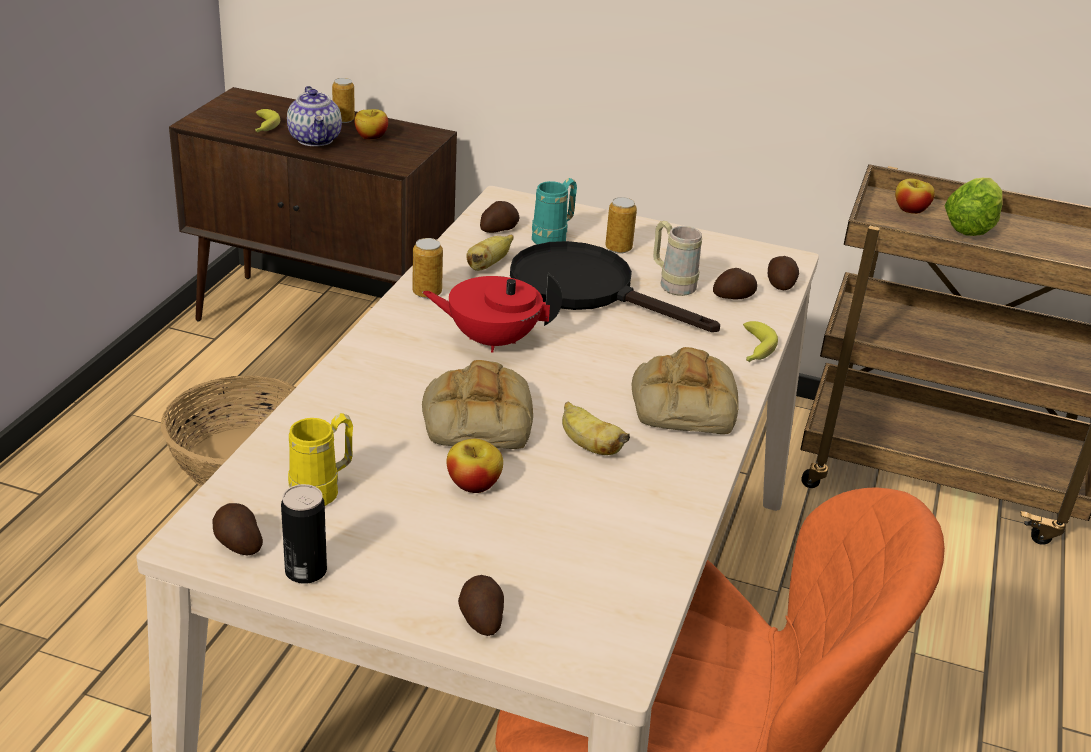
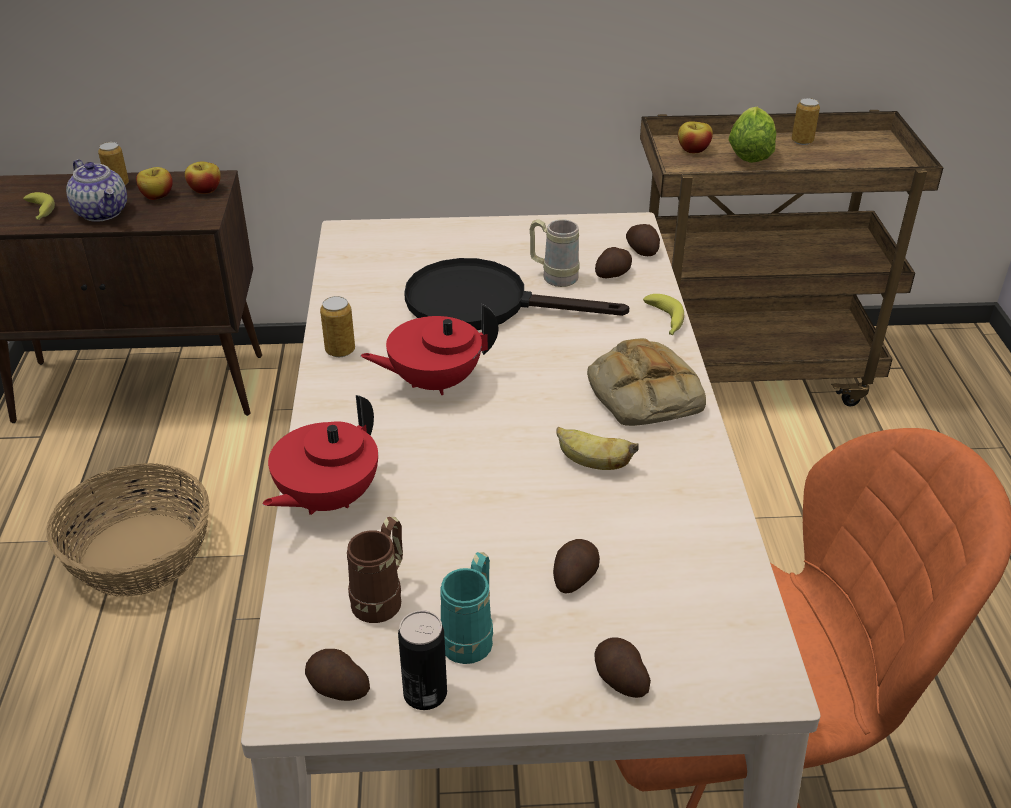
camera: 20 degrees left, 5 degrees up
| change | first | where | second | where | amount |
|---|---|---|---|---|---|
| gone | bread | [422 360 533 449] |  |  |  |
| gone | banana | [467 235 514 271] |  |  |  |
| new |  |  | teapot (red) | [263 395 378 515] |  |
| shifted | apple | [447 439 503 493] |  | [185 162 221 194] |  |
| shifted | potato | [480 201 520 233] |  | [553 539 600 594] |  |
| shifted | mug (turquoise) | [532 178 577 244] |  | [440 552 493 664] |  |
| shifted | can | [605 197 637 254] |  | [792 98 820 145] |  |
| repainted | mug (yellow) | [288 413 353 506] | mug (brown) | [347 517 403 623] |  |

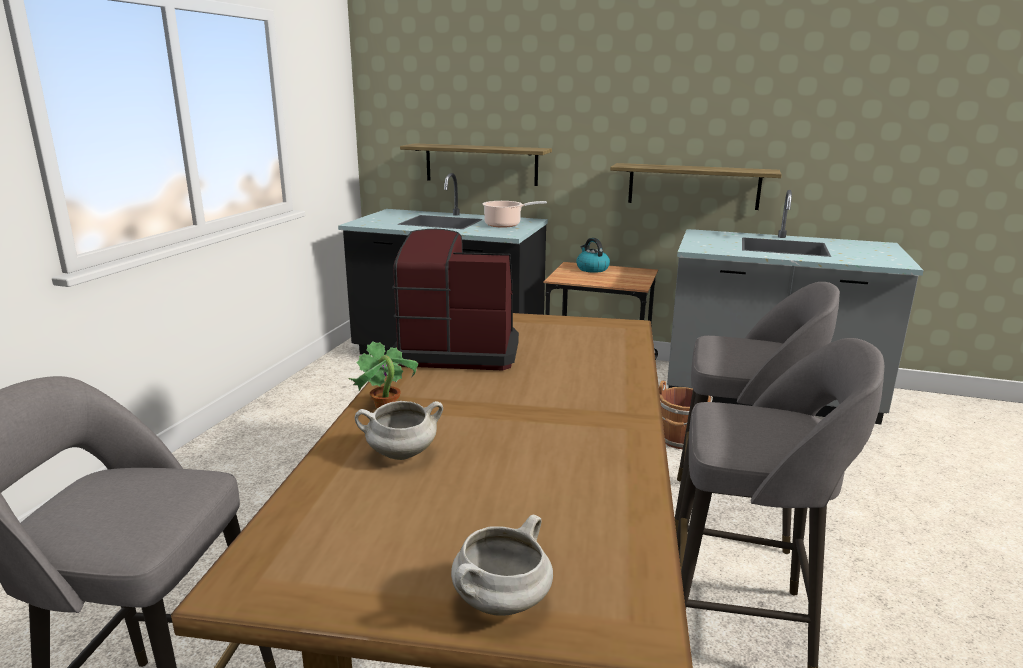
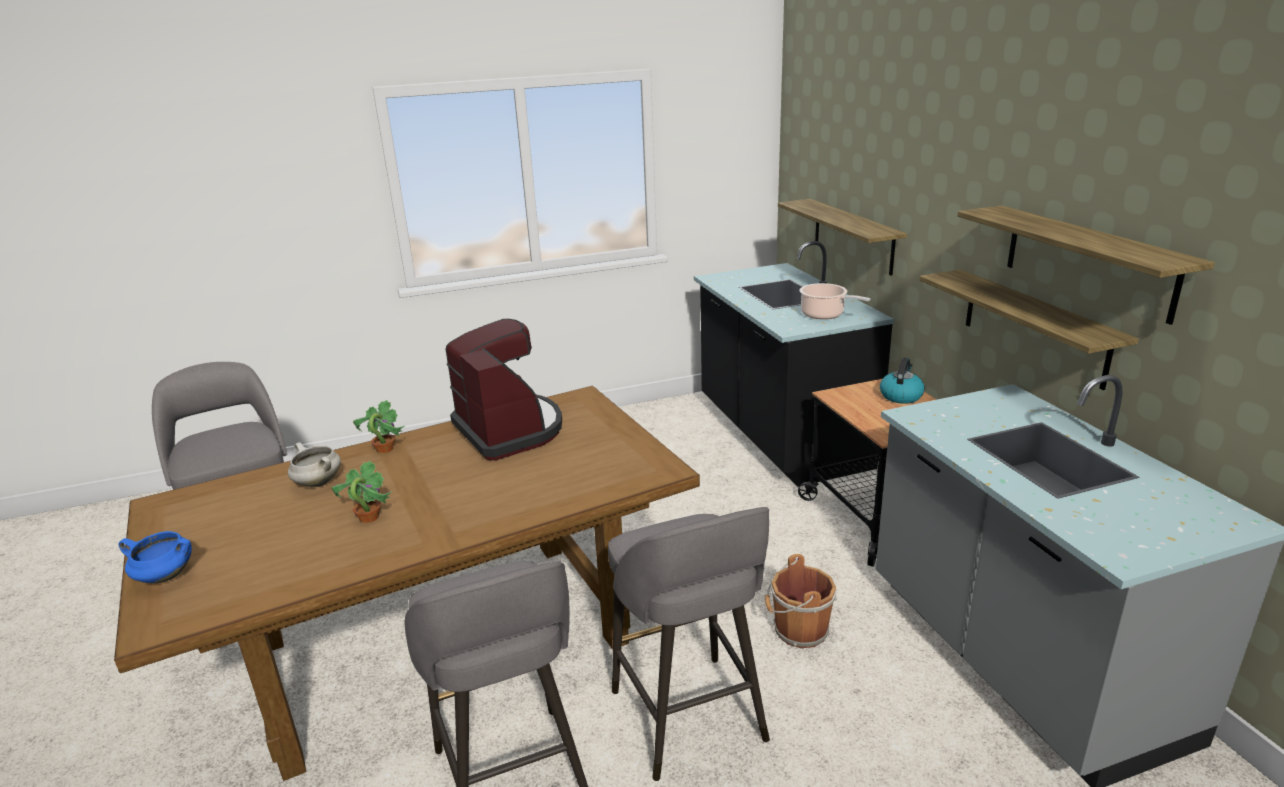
camera: 55 degrees right, 5 degrees up
| change | first | where | second | where | amount |
|---|---|---|---|---|---|
| new |  |  | potted plant | [331 461 393 523] |  |
| new |  |  | shelf | [957 205 1215 325] |  |
| repainted | cooking pot (white) | [451 515 553 616] | cooking pot (blue) | [118 531 192 583] |  |

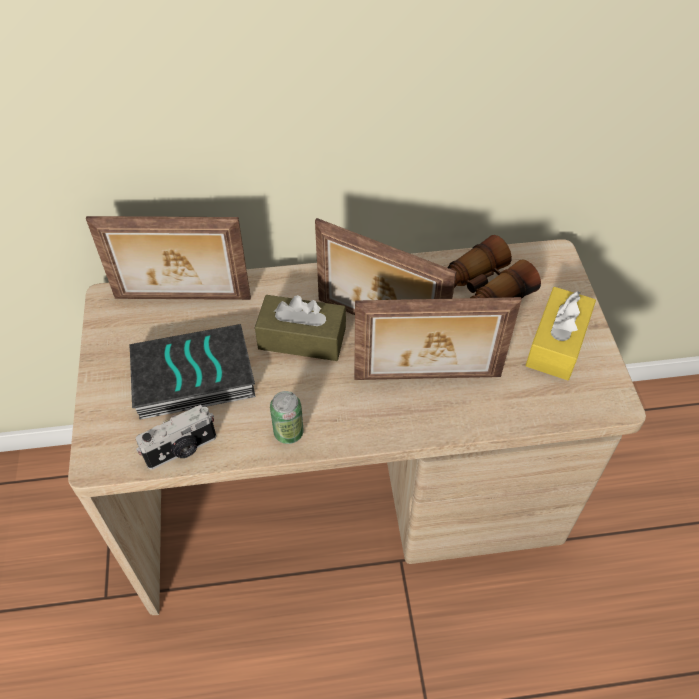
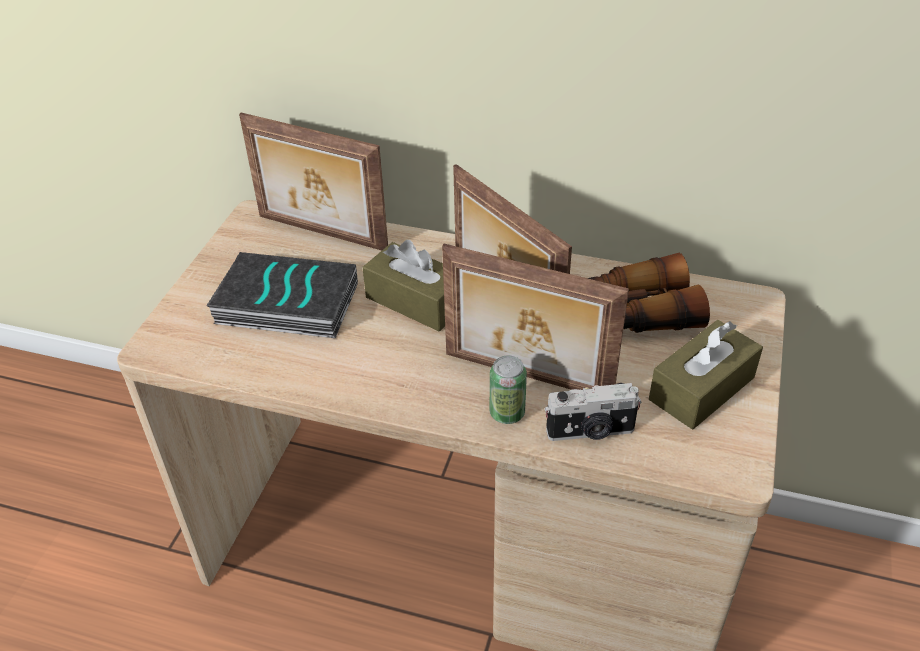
camera: 25 degrees right, 10 degrees down
| change | first | where | second | where | amount |
|---|---|---|---|---|---|
| shifted | photo camera | [136 405 216 470] |  | [545 383 642 441] |  |
| shifted | can | [270 391 304 444] |  | [490 356 527 424] |  |
| repainted | tissue box (yellow) | [525 287 596 380] | tissue box (brown) | [649 320 763 429] |  |

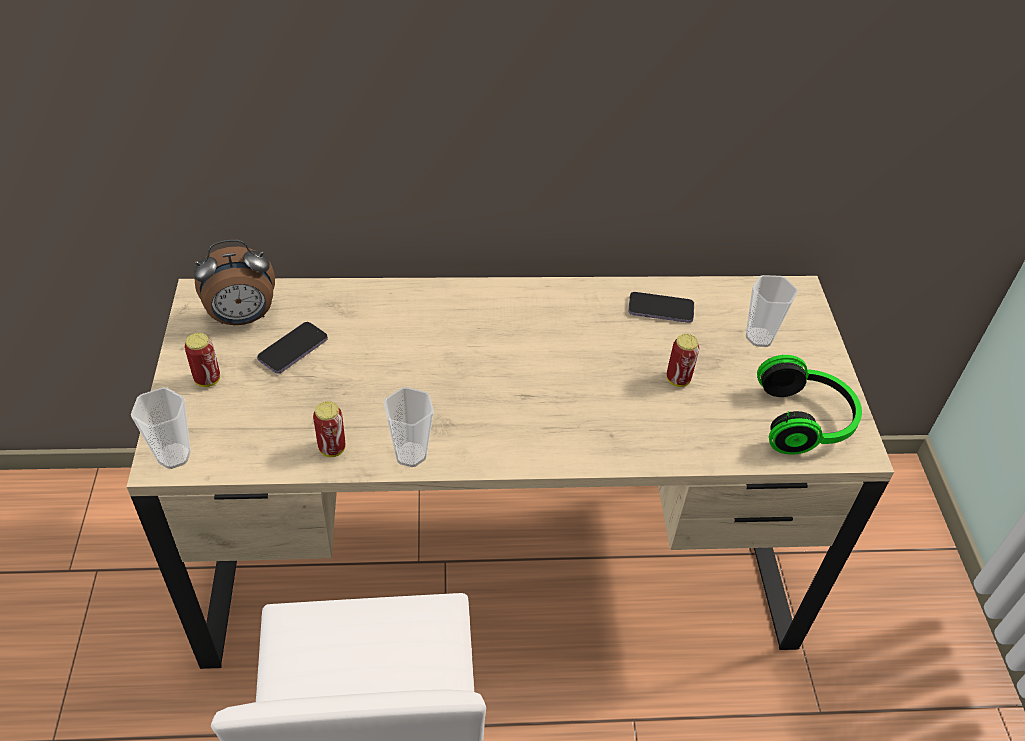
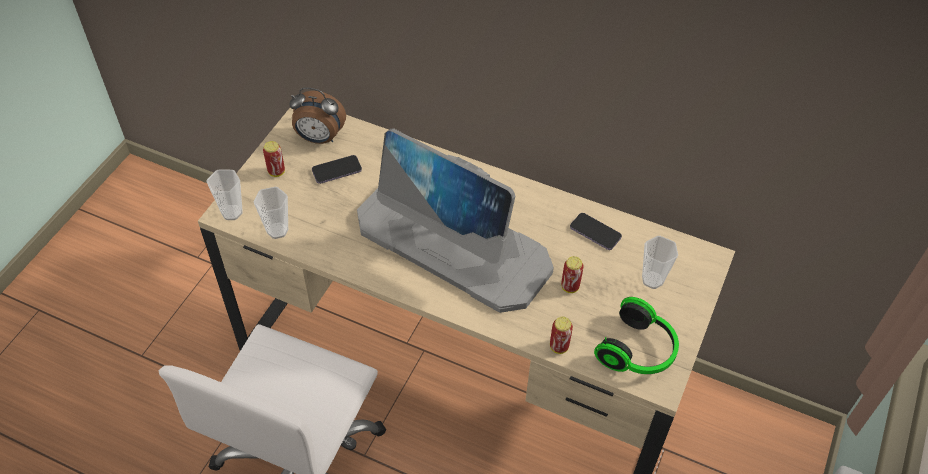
camera: 30 degrees right, 5 degrees up
| change | first | where | second | where | amount |
|---|---|---|---|---|---|
| new |  |  | monitor | [357 128 554 313] |  |
| shifted | can | [313 401 345 457] |  | [550 317 573 354] |  |
| shifted | cup | [383 387 434 467] |  | [254 187 288 239] |  |

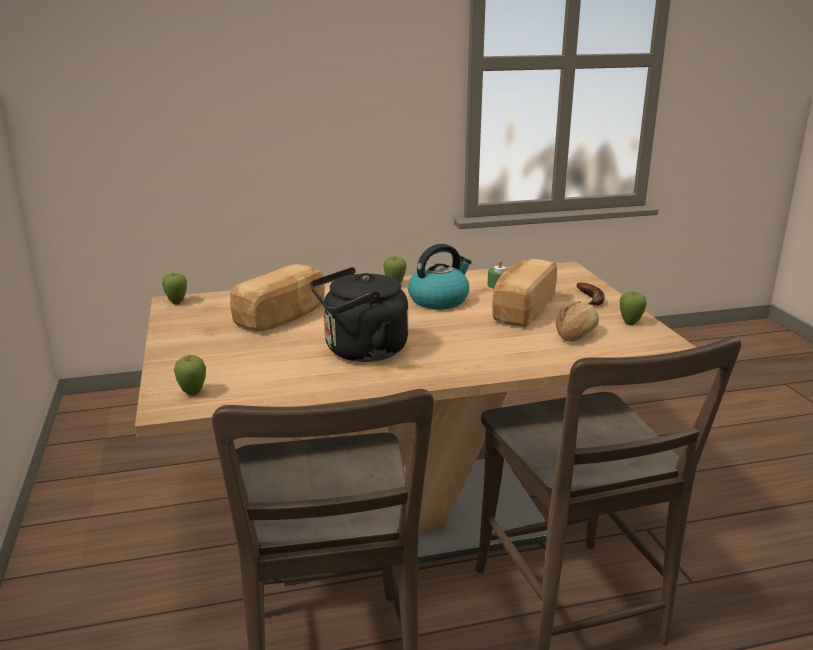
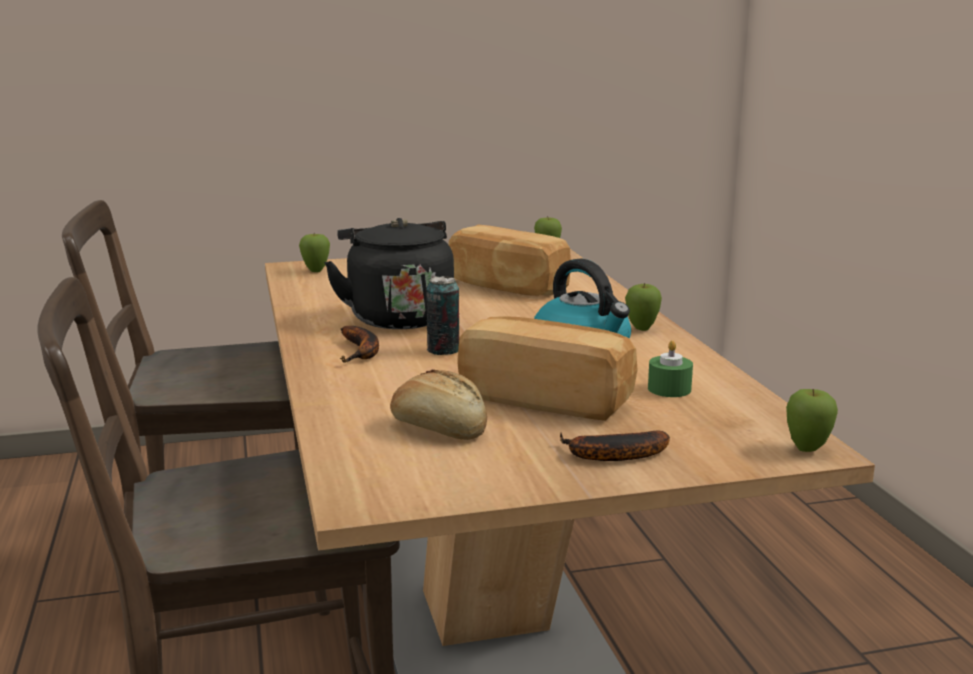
camera: 90 degrees right, 5 degrees down
| change | first | where | second | where | amount |
|---|---|---|---|---|---|
| new |  |  | banana | [340 326 379 363] |  |
| new |  |  | can | [426 276 459 355] |  |
| shifted | apple | [620 292 647 325] |  | [786 389 838 452] |  |

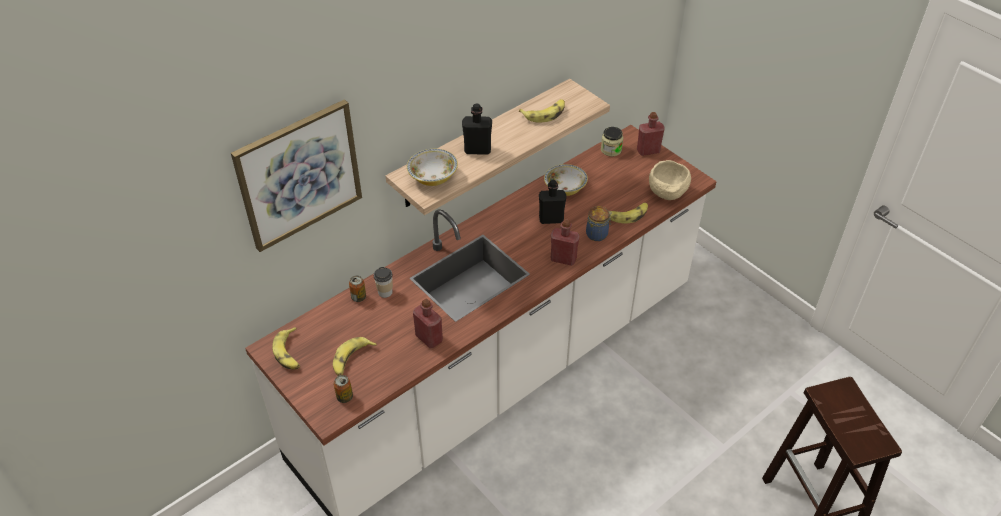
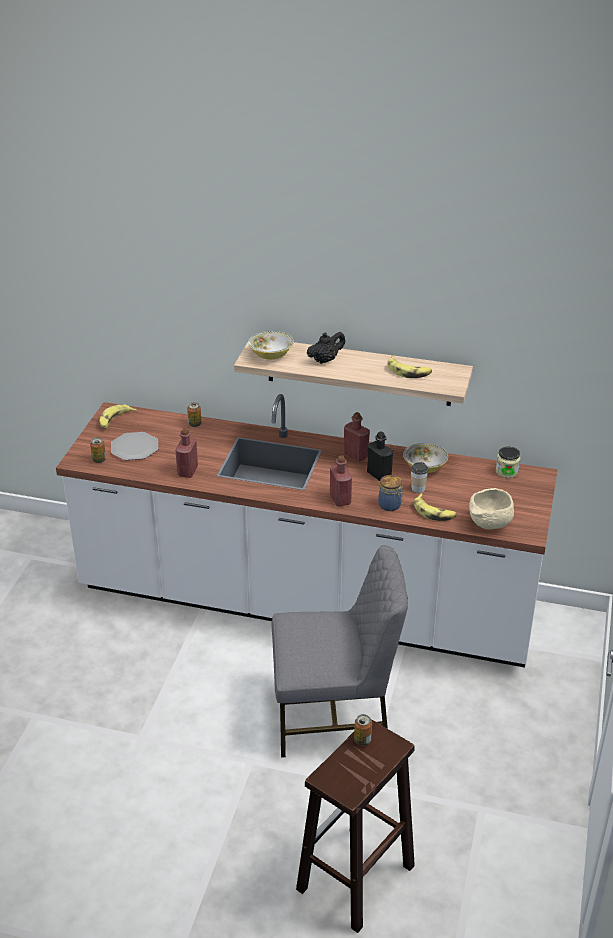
camera: 55 degrees right, 10 degrees down
| change | first | where | second | where | amount |
|---|---|---|---|---|---|
| gone | picture | [231 99 362 252] |  |  |  |
| new |  |  | chair (grey) | [272 545 408 758] |  |
| new |  |  | can | [354 714 372 746] |  |
| shifted | cup | [374 267 393 298] |  | [411 462 428 493] |  |
| shifted | bottle (red) | [637 112 665 156] |  | [344 412 370 462] |  |
| swapped | banana | [333 337 376 376] | plate | [111 432 158 460] |  |
| swapped | bottle (black) | [462 104 492 155] | teapot (black) | [307 332 345 364] |  |

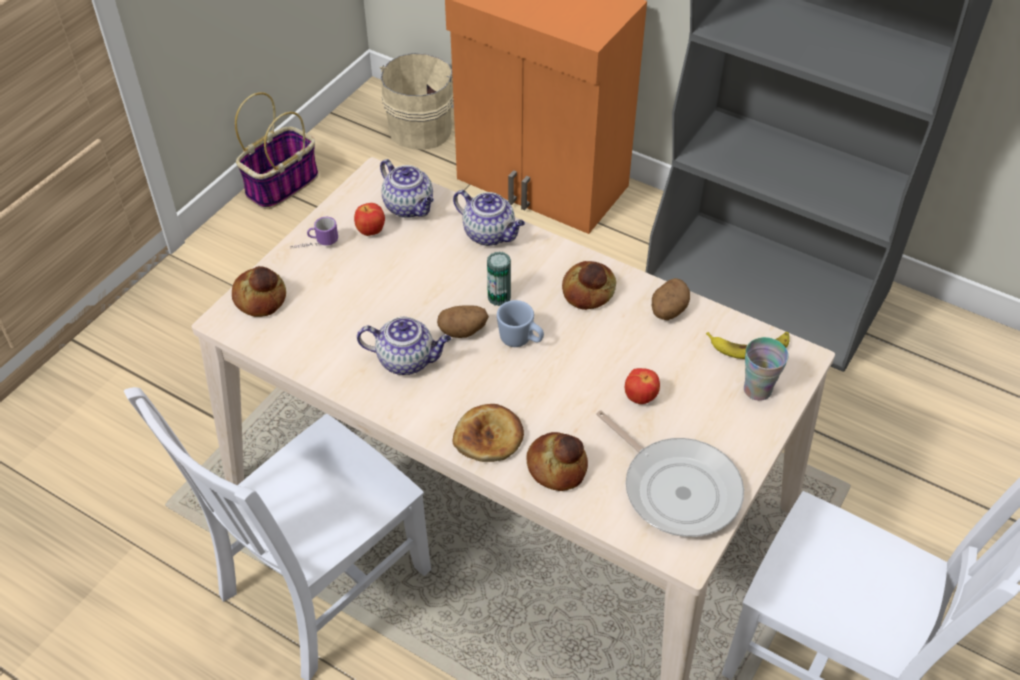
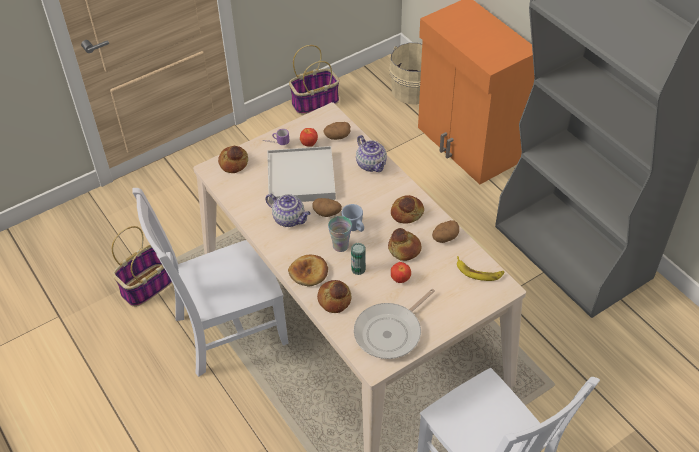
camera: 25 degrees right, 0 degrees up
| change | first | where | second | where | amount |
|---|---|---|---|---|---|
| new |  |  | basket | [112 226 172 307] |  |
| new |  |  | tray (white) | [267 146 336 204] |  |
| new |  |  | bread | [388 228 421 261] |  |
| shifted | can | [487 252 511 306] |  | [351 243 366 275] |  |
| shifted | cup | [744 337 789 401] |  | [328 216 352 252] |  |
| swapped | teapot | [380 159 434 218] | potato | [323 122 350 140] |  |
| rotated | frying pan | [596 410 744 537] |  | [354 289 435 359] | 60 degrees clockwise |

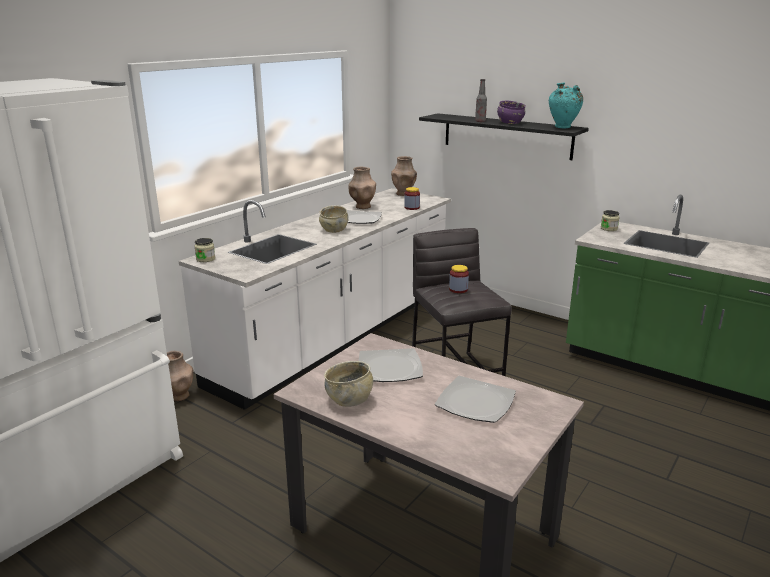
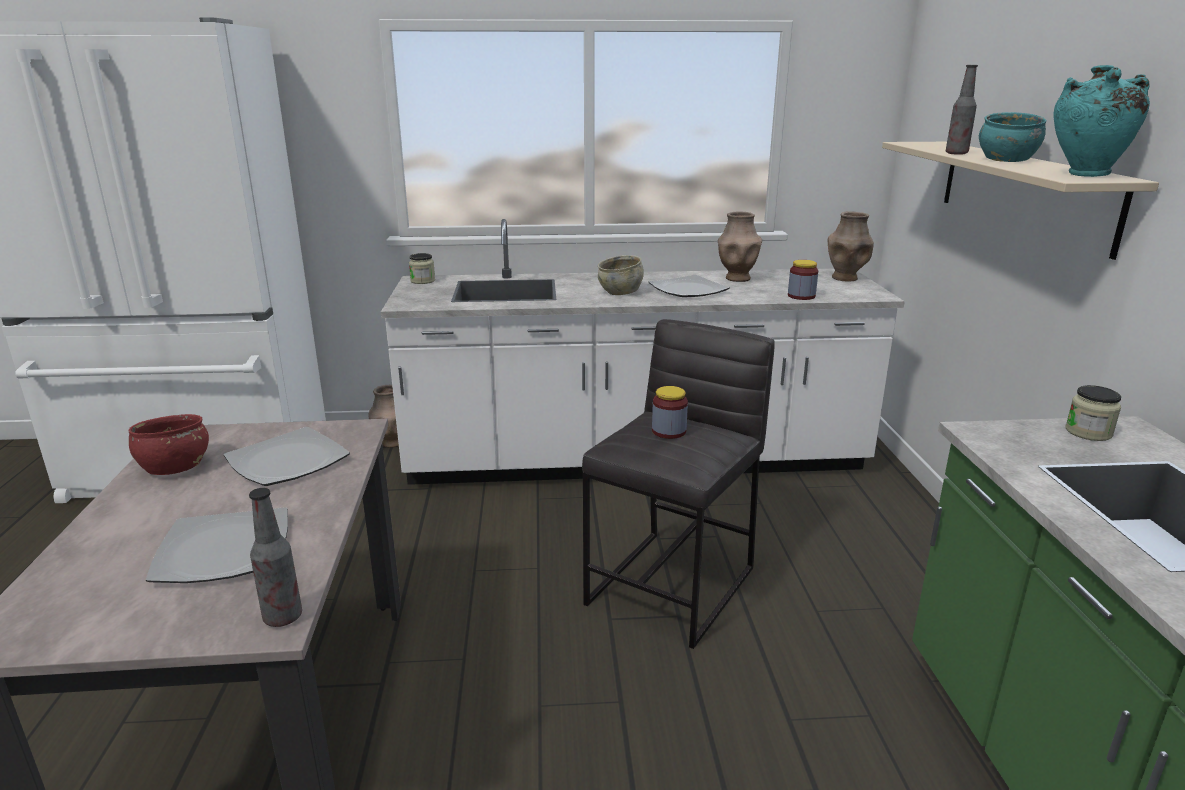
camera: 50 degrees right, 0 degrees up
| change | first | where | second | where | amount |
|---|---|---|---|---|---|
| new |  |  | bottle | [249 488 302 627] |  |
| repainted | bowl (beige) | [324 361 373 407] | bowl (red) | [128 414 209 475] |  |
| repainted | shelf (black) | [419 113 589 160] | shelf (beige) | [882 142 1159 260] |  |
| repainted | bowl (purple) | [497 101 526 124] | bowl (turquoise) | [979 112 1046 162] |  |

